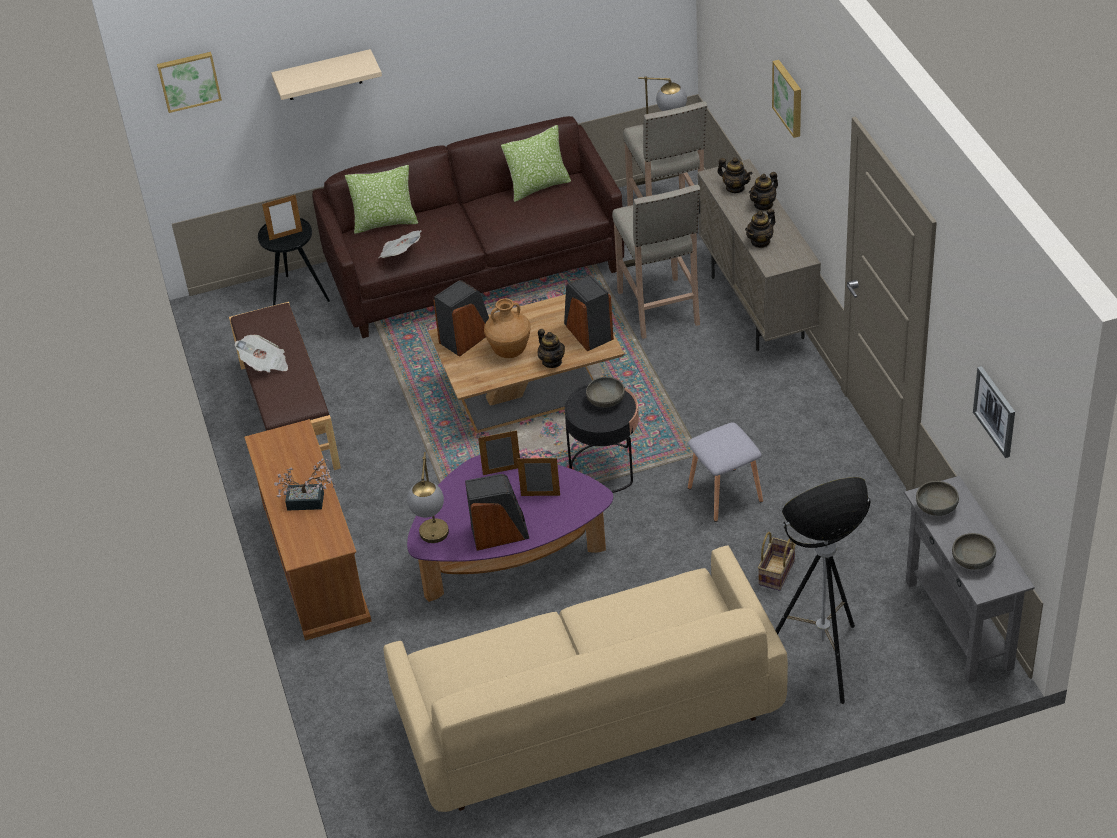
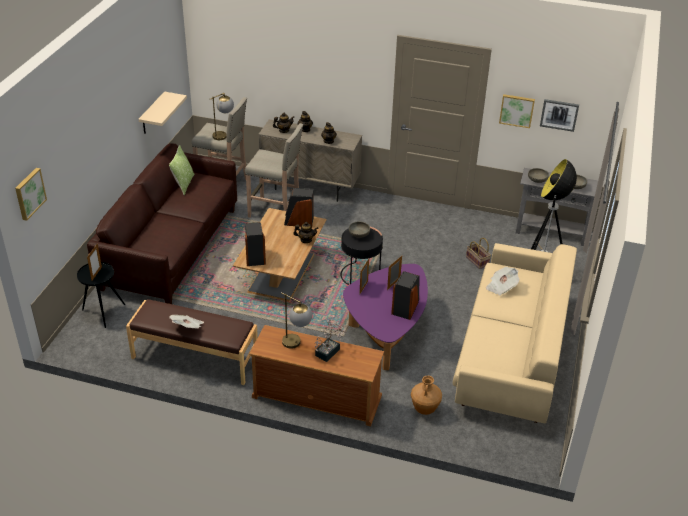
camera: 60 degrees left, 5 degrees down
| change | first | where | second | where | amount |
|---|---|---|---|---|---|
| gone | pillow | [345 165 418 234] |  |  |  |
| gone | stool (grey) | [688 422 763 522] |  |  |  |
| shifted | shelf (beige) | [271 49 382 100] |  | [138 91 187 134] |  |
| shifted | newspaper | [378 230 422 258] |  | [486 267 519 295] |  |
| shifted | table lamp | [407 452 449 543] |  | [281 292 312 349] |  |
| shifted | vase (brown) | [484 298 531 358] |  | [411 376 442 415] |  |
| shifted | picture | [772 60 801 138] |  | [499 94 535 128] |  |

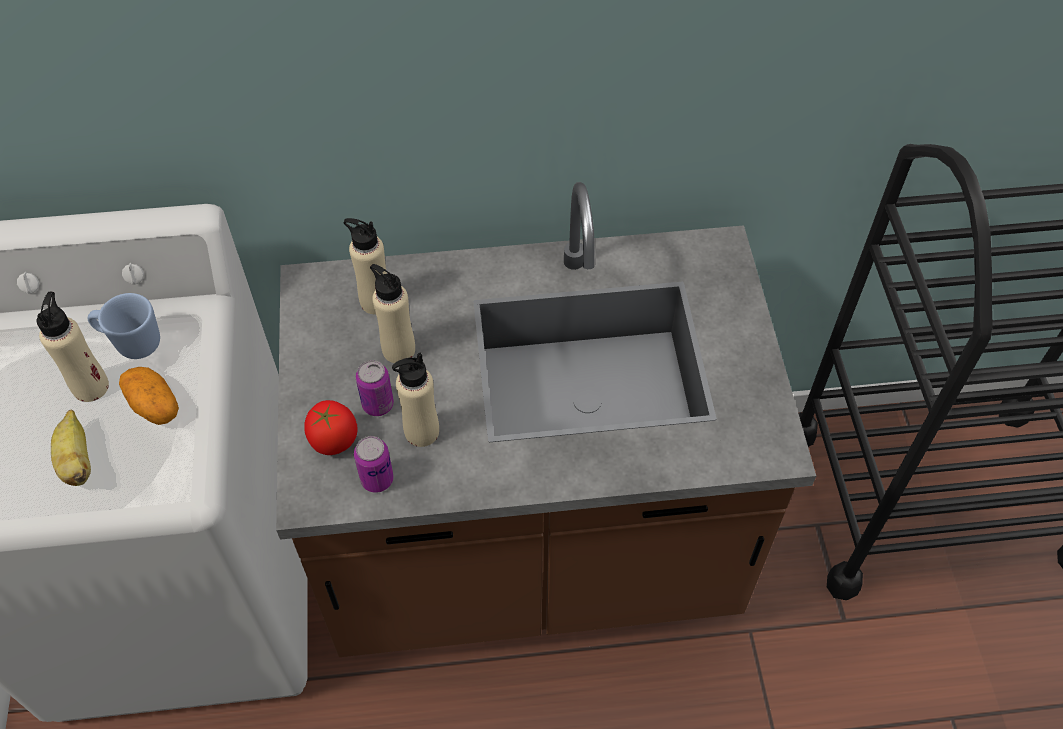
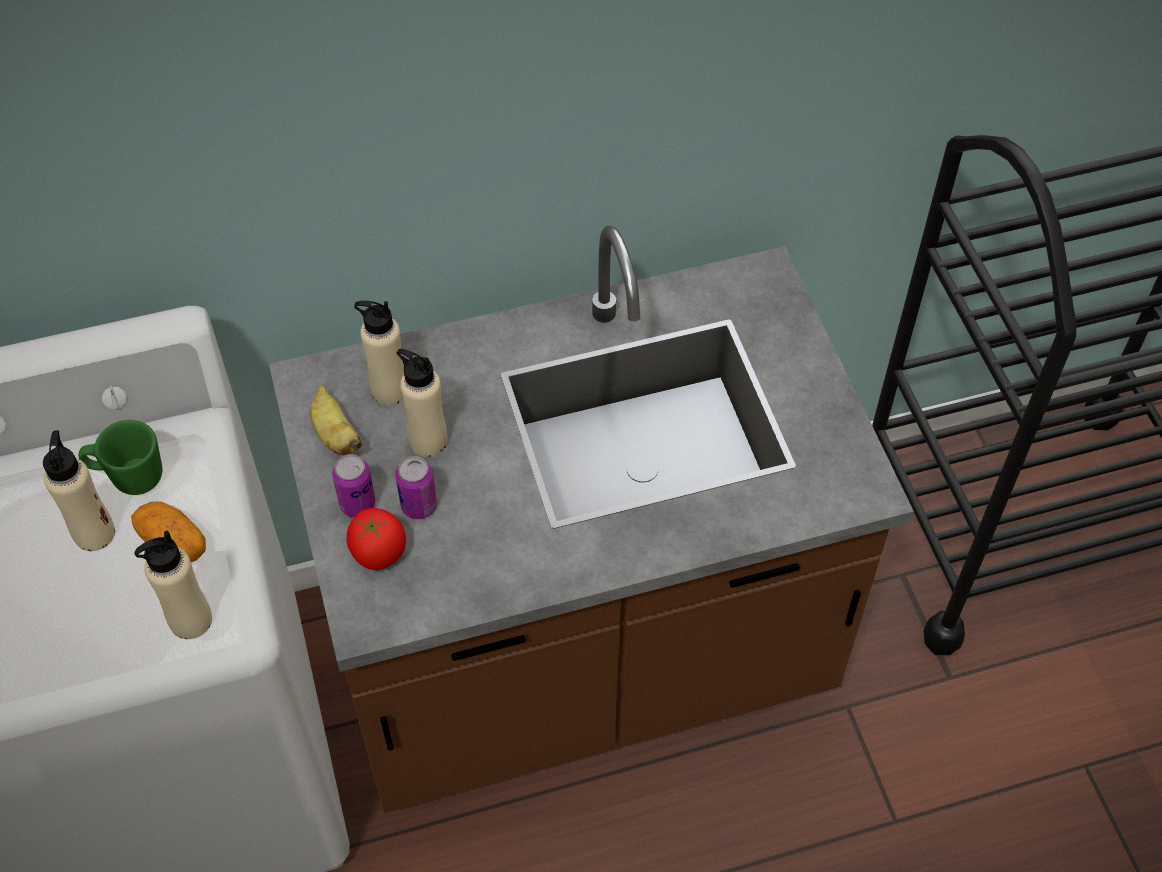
camera: 10 degrees left, 0 degrees up
| change | first | where | second | where | amount |
|---|---|---|---|---|---|
| shifted | banana | [51 410 91 486] |  | [310 385 362 455] |  |
| shifted | can | [354 436 394 493] |  | [332 454 376 517] |  |
| shifted | bottle (beige) | [392 352 439 447] |  | [135 530 212 639] |  |
| repainted | mug (blue) | [88 293 160 359] | mug (green) | [78 420 162 495] |  |

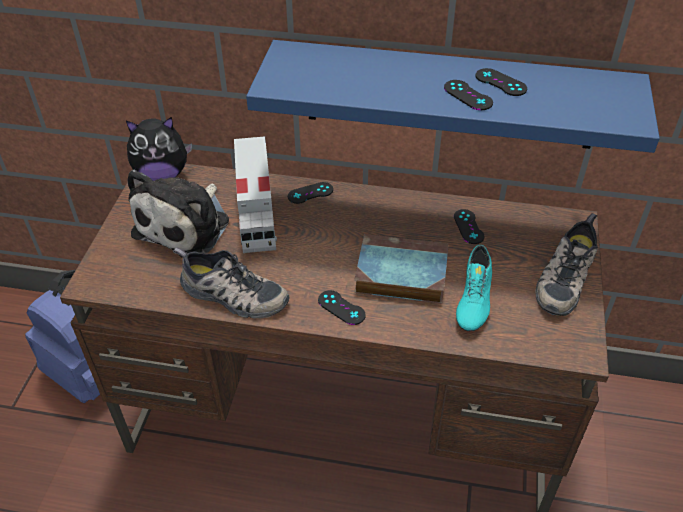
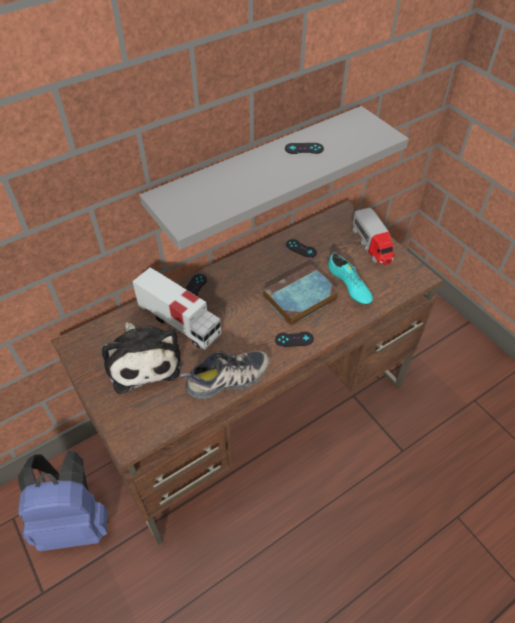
camera: 45 degrees left, 5 degrees up
| change | first | where | second | where | amount |
|---|---|---|---|---|---|
| gone | plush toy | [126 117 192 181] |  |  |  |
| gone | game controller (black) | [444 80 493 110] |  |  |  |
| swapped | shoe | [535 213 598 316] | toy truck | [352 208 395 265] |  |
| repainted | shelf (blue) | [246 40 660 153] | shelf (grey) | [139 106 409 250] |  |

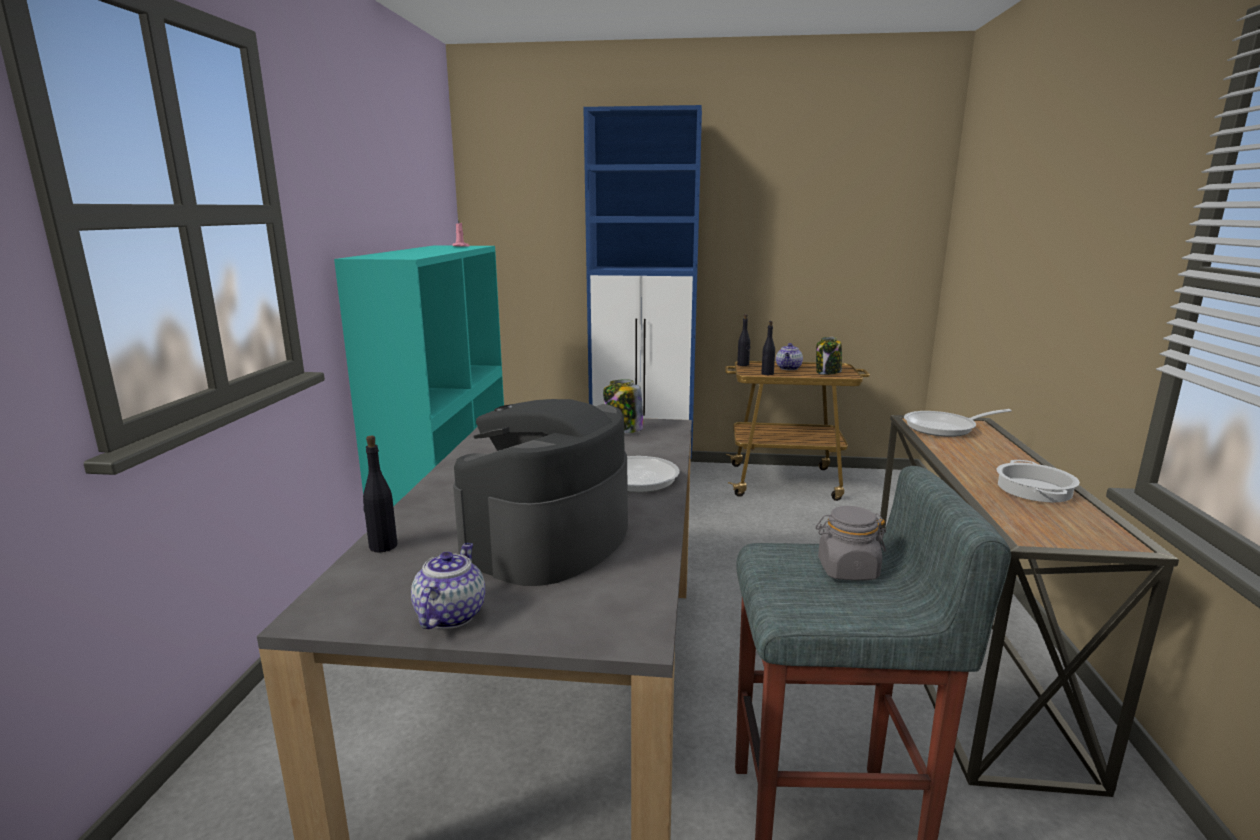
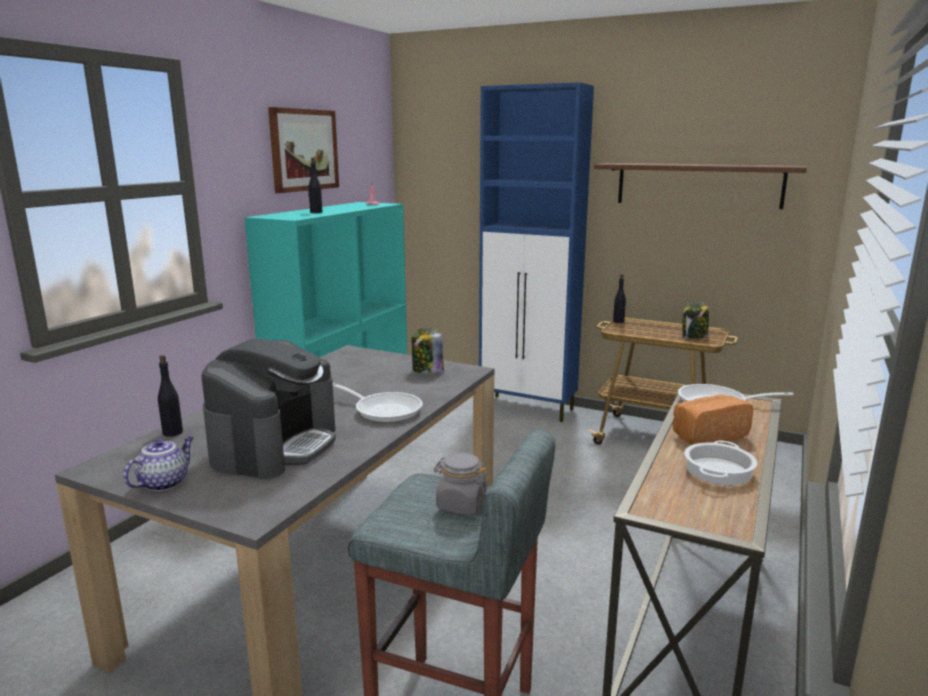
camera: 20 degrees right, 0 degrees up
| change | first | where | second | where | amount |
|---|---|---|---|---|---|
| gone | teapot | [776 343 803 370] |  |  |  |
| new |  |  | picture | [268 107 339 193] |  |
| new |  |  | shelf (brown) | [594 163 807 209] |  |
| new |  |  | bread | [672 395 753 445] |  |
| shifted | bottle (black) | [761 321 775 375] |  | [308 157 323 213] |  |
| rotated | coffee machine | [453 399 628 586] |  | [202 339 336 479] | 150 degrees clockwise |

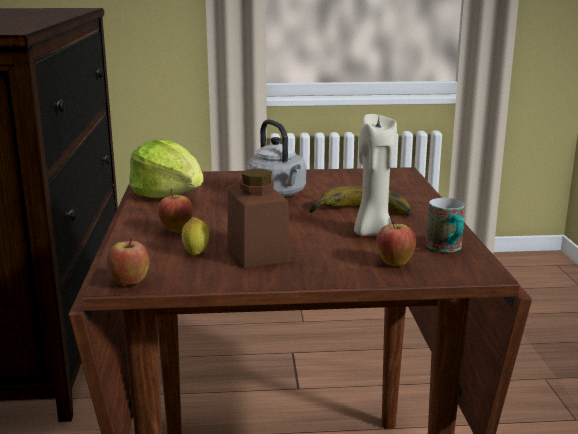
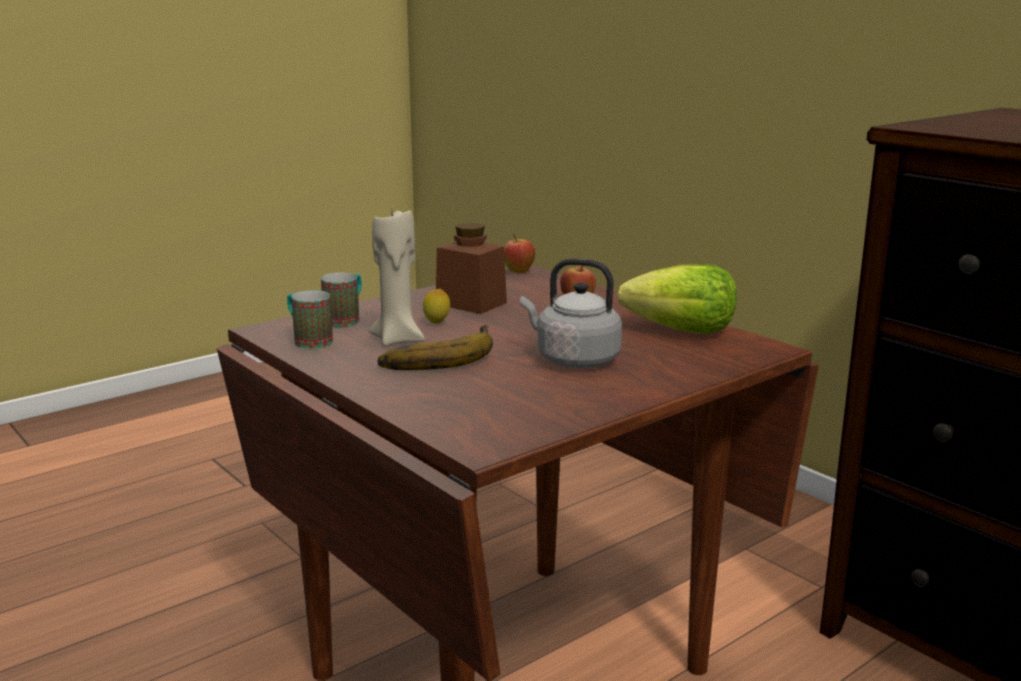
camera: 145 degrees right, 0 degrees up
| change | first | where | second | where | amount |
|---|---|---|---|---|---|
| shifted | lemon | [182 217 209 255] |  | [423 289 450 324] |  |
| swapped | apple | [376 218 416 266] | mug | [321 273 362 327] |  |

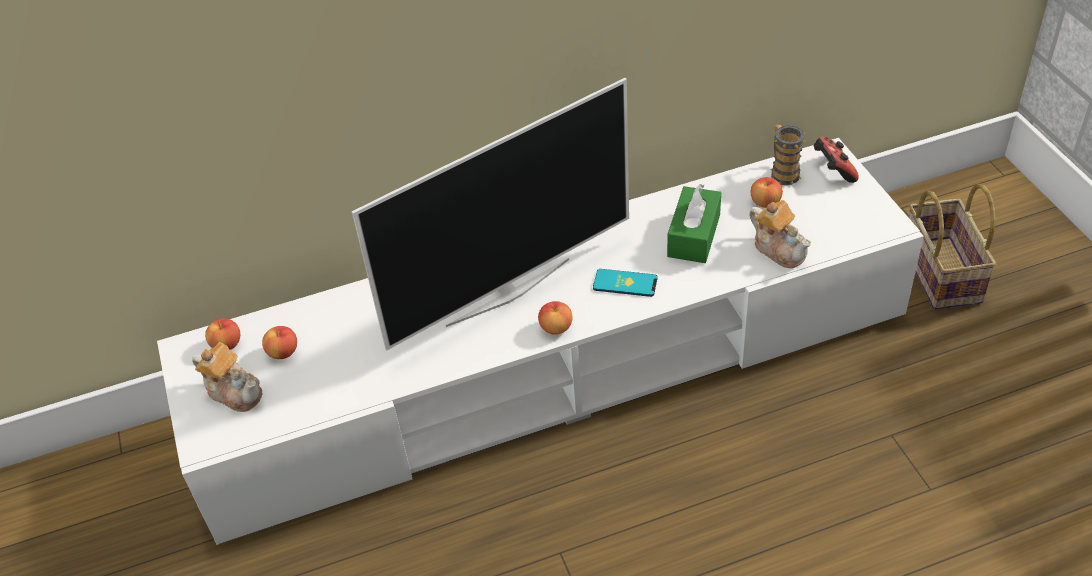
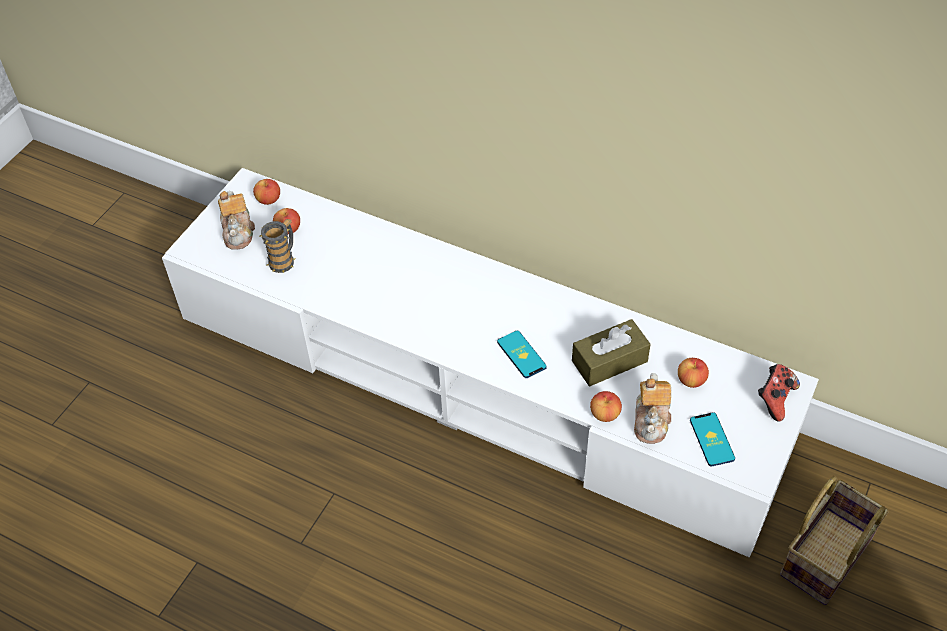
camera: 45 degrees right, 5 degrees up
| change | first | where | second | where | amount |
|---|---|---|---|---|---|
| gone | television | [352 78 629 350] |  |  |  |
| new |  |  | phone | [690 412 735 466] |  |
| shifted | apple | [538 301 573 335] |  | [590 391 622 422] |  |
| shifted | mug | [770 125 806 185] |  | [260 219 296 273] |  |
| repainted | tissue box (green) | [667 184 721 263] | tissue box (brown) | [572 319 651 386] |  |

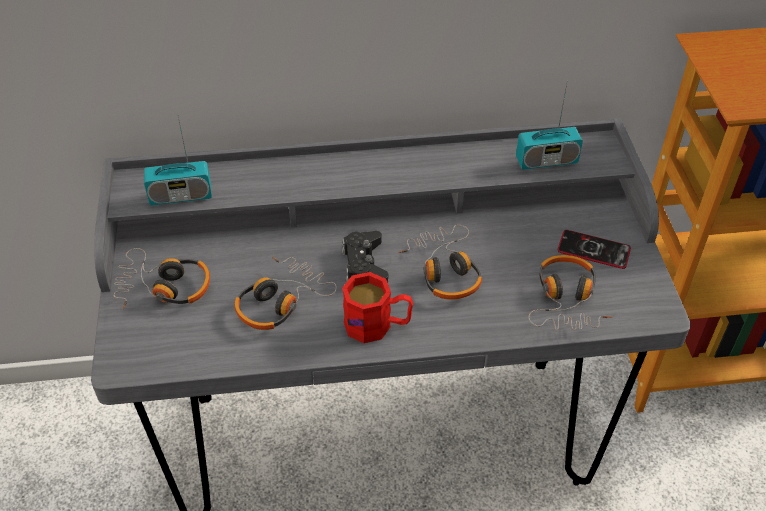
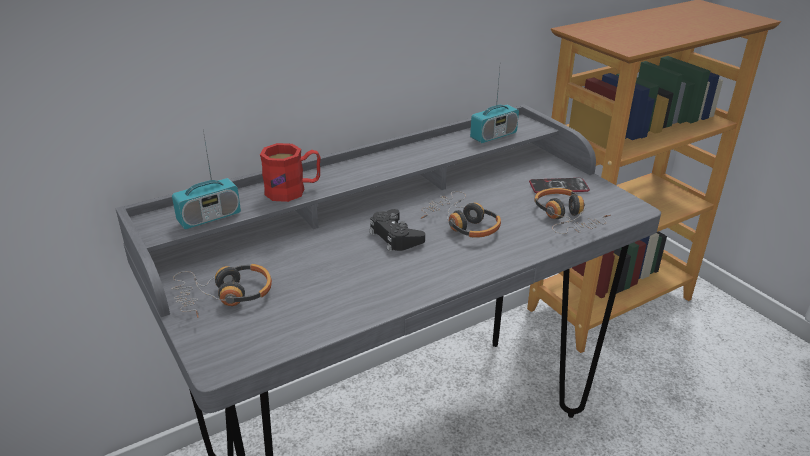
camera: 25 degrees left, 15 degrees down
| change | first | where | second | where | amount |
|---|---|---|---|---|---|
| gone | headphones | [235 257 337 330] |  |  |  |
| shifted | mug (red) | [342 272 413 343] |  | [260 143 320 202] |  |

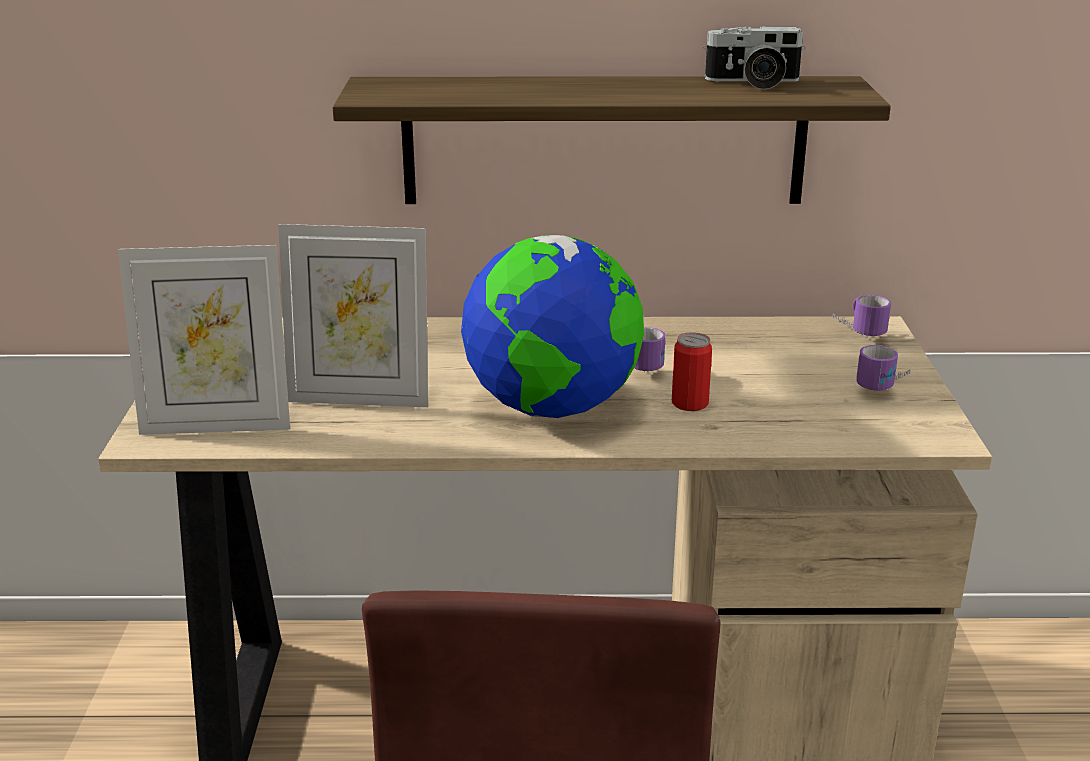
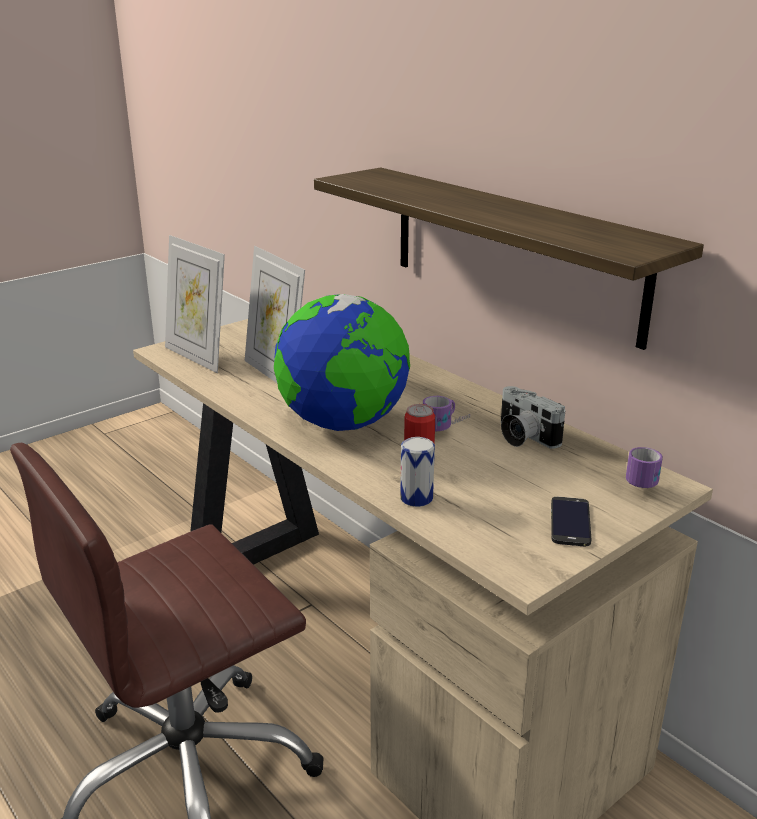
camera: 50 degrees right, 0 degrees up
| change | first | where | second | where | amount |
|---|---|---|---|---|---|
| new |  |  | can | [400 437 435 507] |  |
| shifted | photo camera | [703 27 805 90] |  | [501 386 566 449] |  |
| swapped | mug | [856 345 911 391] | phone | [551 497 591 546] |  |

